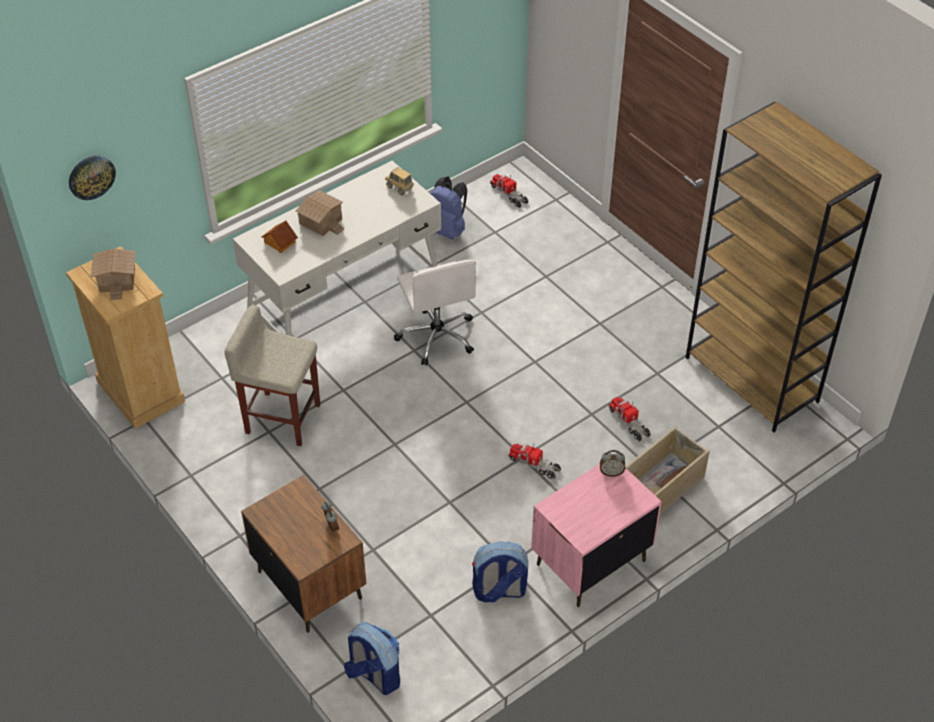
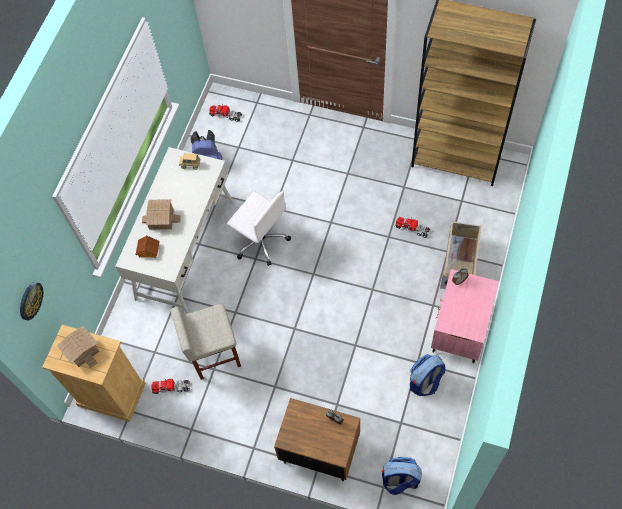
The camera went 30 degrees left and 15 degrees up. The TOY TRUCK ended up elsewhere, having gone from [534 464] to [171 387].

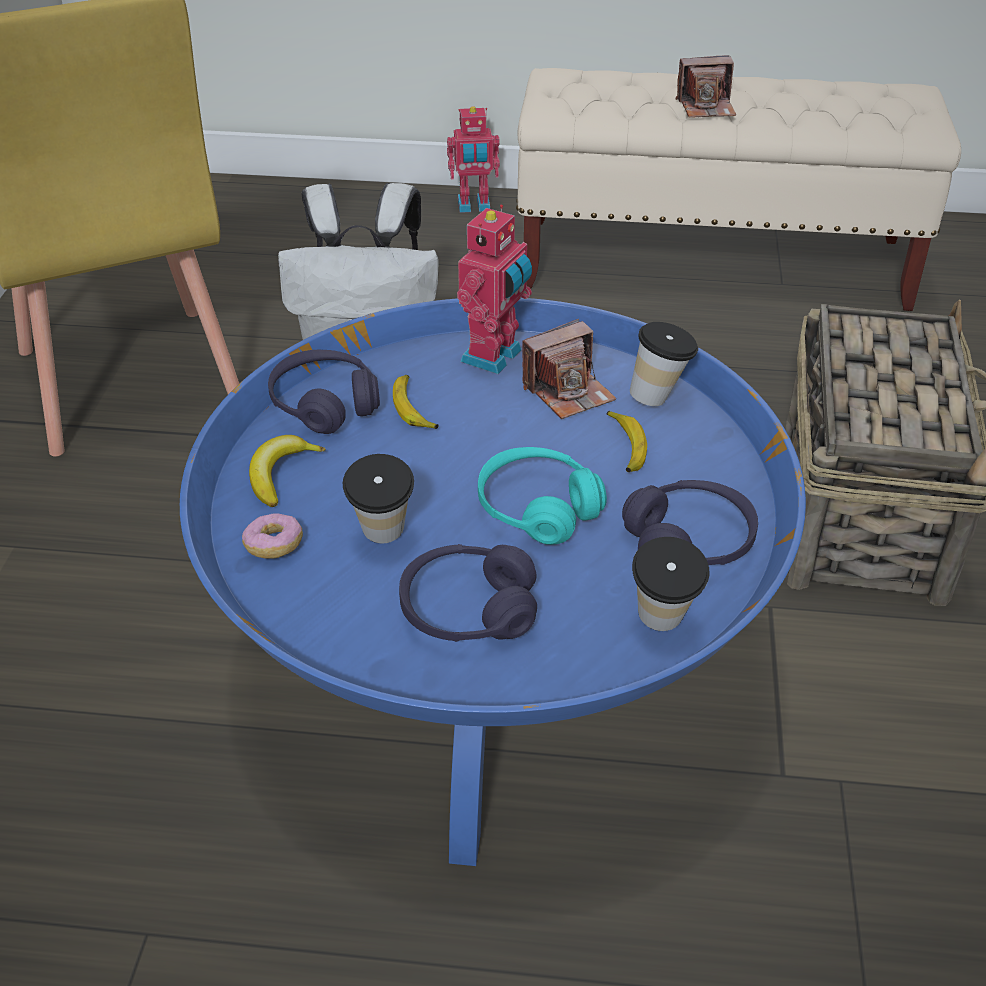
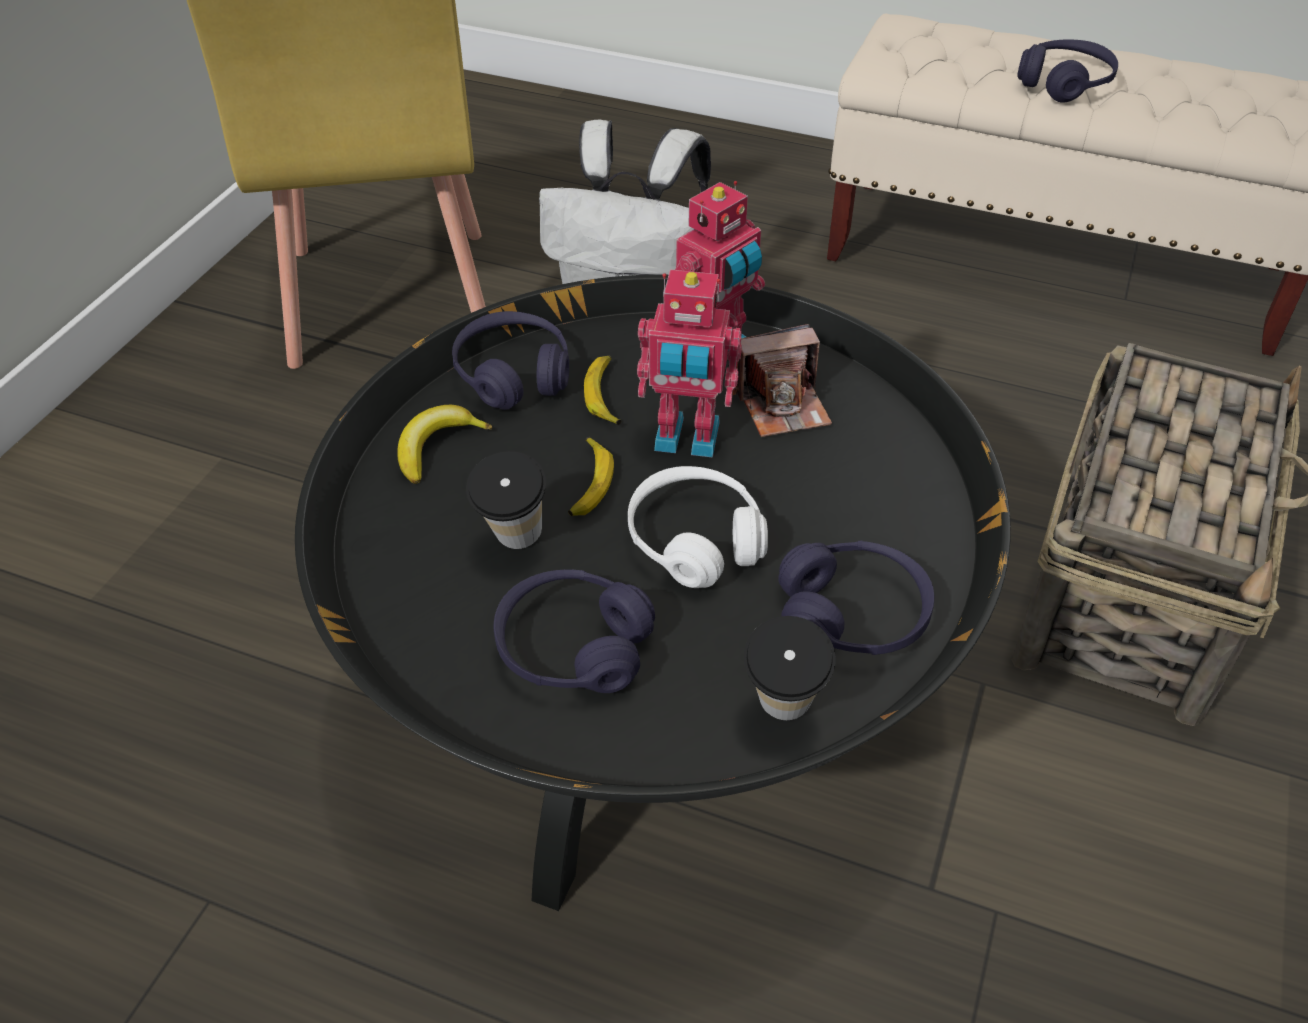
The camera went 15 degrees right and 5 degrees up. The second view lost the DOUGHNUT at [274 546]. The second view lost the CUP at [660 397]. The MODEL ROBOT ended up elsewhere, having gone from [474 206] to [686 440]. The WHOLE BANANA ended up elsewhere, having gone from [625 447] to [589 484]. Where the PHOTO CAMERA stood at [706 107], the PURPLISH HEADSET came to stand at [1064 83]. What was the BLUISH LOW TABLE at [493 660] turned into the BLACK-COLOURED LOW TABLE at [654 680]. What was the TURQUOISE HEADSET at [538 509] turned into the WHITE HEADSET at [695 541].

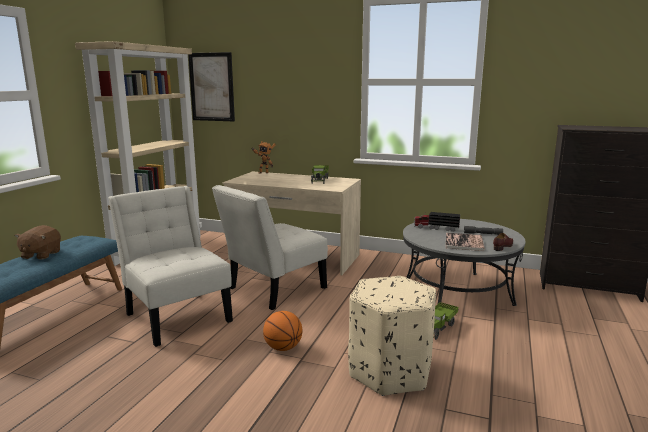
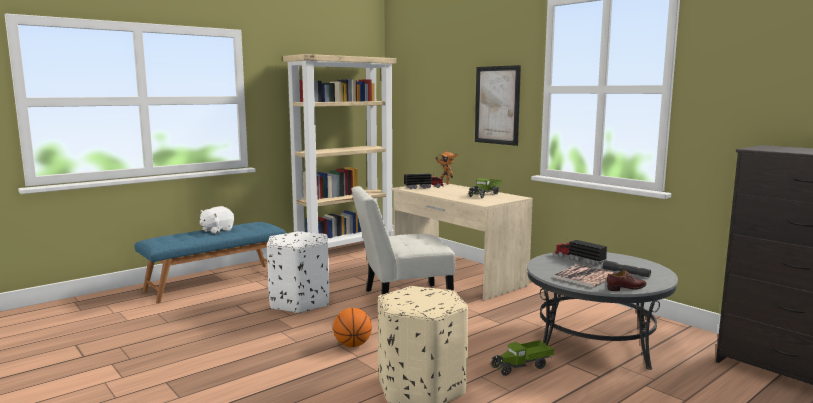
The camera went 30 degrees right and 5 degrees down. The second view gained the TOY TRUCK at [424 187]. The WALL ART ended up elsewhere, having gone from [212 87] to [497 105]. Where the WHITE CHAIR stood at [176 315], the WHITE FOOTREST came to stand at [300 302]. What was the BROWNISH CUDDLY TOY at [40 255] turned into the WHITE CUDDLY TOY at [216 230].

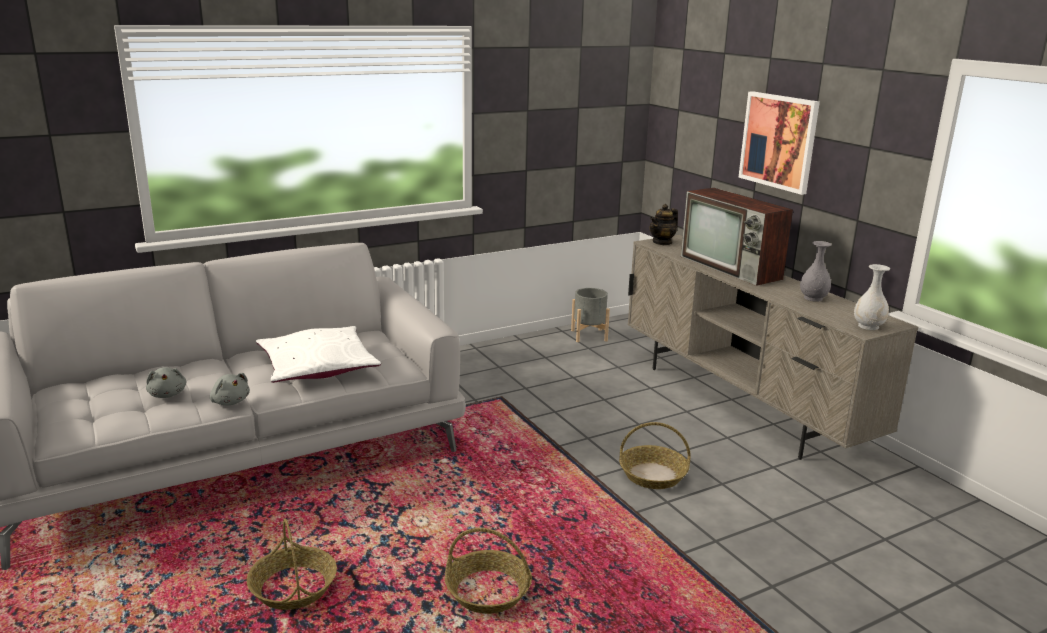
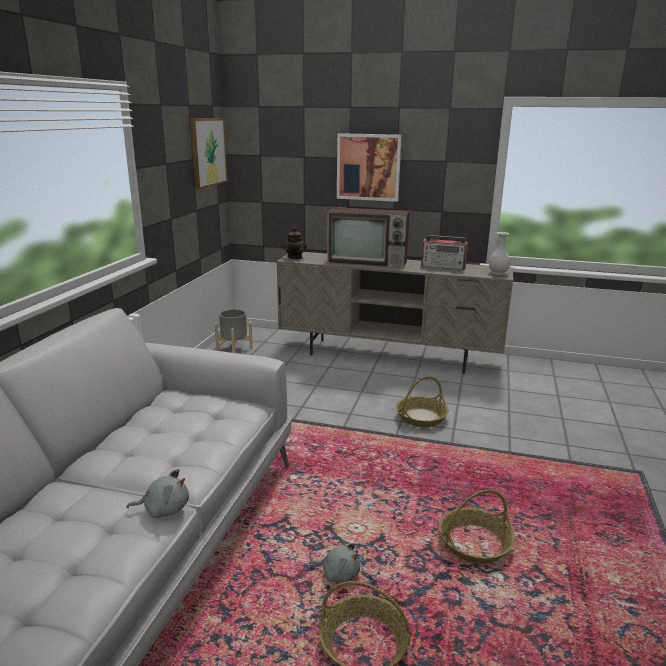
The camera went 45 degrees left and 0 degrees up. The second view lost the WHITE CUSHION at [317 367]. The second view gained the WALL ART at [208 152]. The GREY CUDDLY TOY ended up elsewhere, having gone from [167 394] to [338 573]. Where the GREY VASE stood at [813 298], the RADIO RECEIVER came to stand at [443 266].

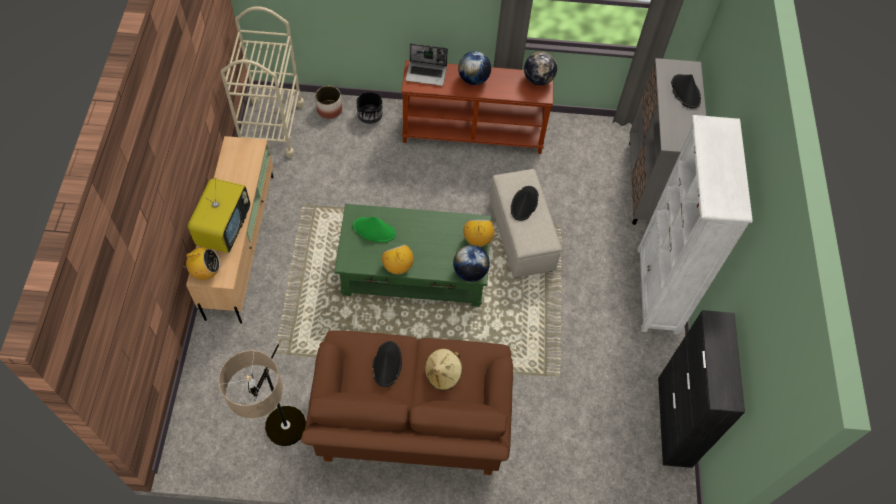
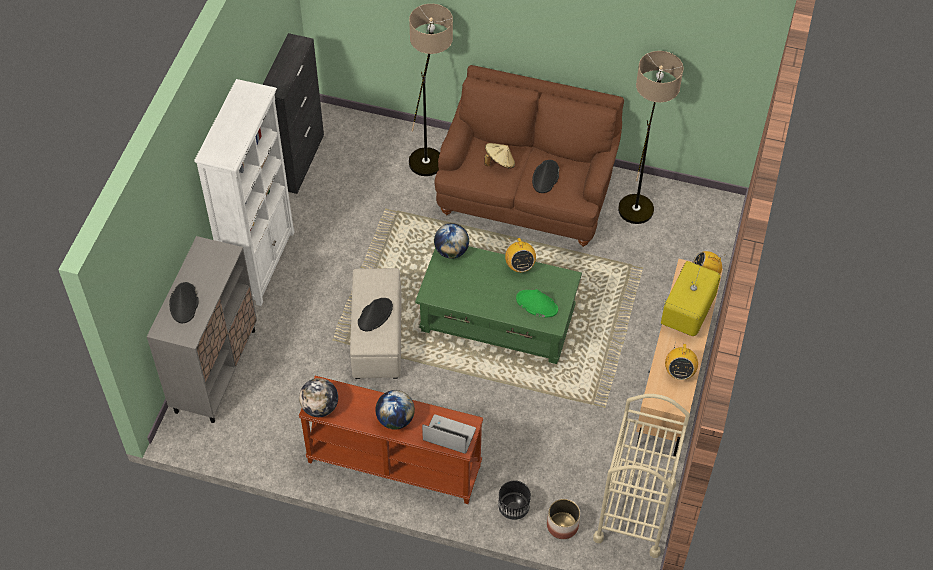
The camera went 165 degrees left and 5 degrees down. The second view gained the STANDARD LAMP at [430 152]. The RADIO RECEIVER ended up elsewhere, having gone from [477 240] to [679 372].

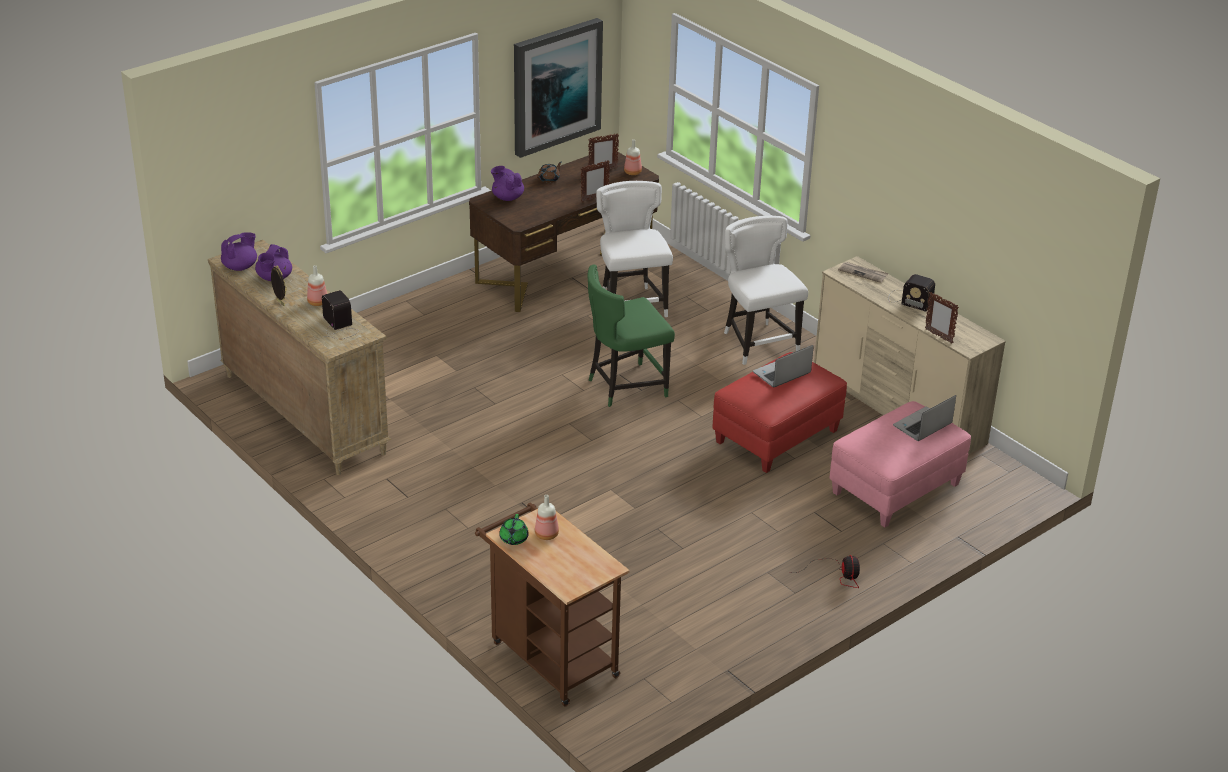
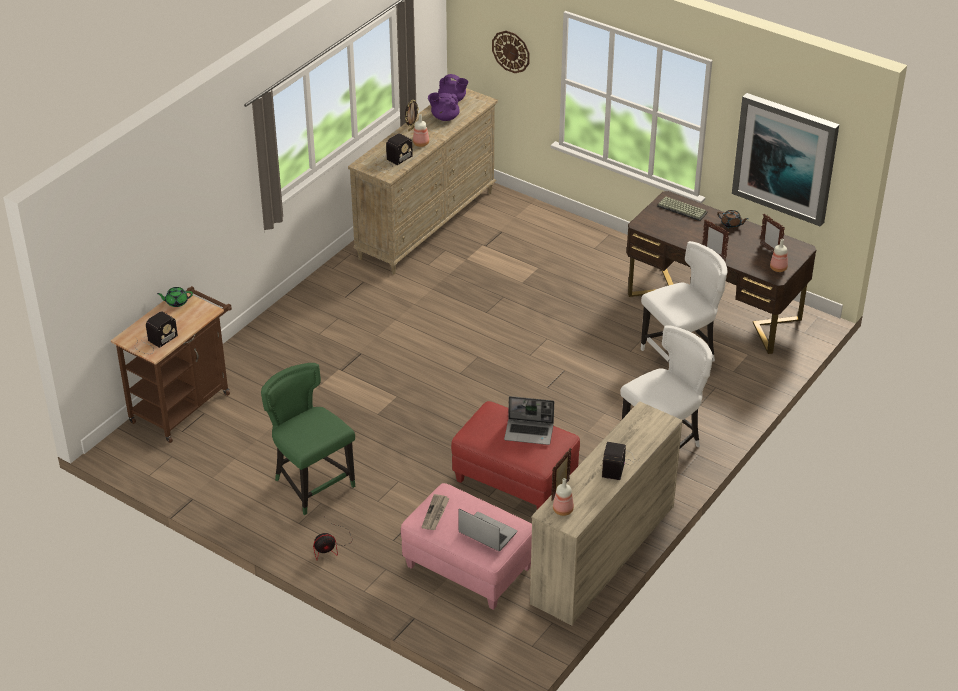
The camera went 75 degrees right and 5 degrees up. The second view gained the RADIO RECEIVER at [154 342]. The second view gained the CLOCK ON THE WALL at [511 51]. The DRINK BOTTLE ended up elsewhere, having gone from [547 534] to [563 510]. The GREENISH CHAIR ended up elsewhere, having gone from [625 386] to [312 484]. The PRINTED PAPER ended up elsewhere, having gone from [863 273] to [435 514]. Where the PURPLISH TEAPOT stood at [507 197], the PC KEYBOARD came to stand at [683 209]. The LAPTOP at [781 374] ended up facing another way, 150 degrees clockwise from before.

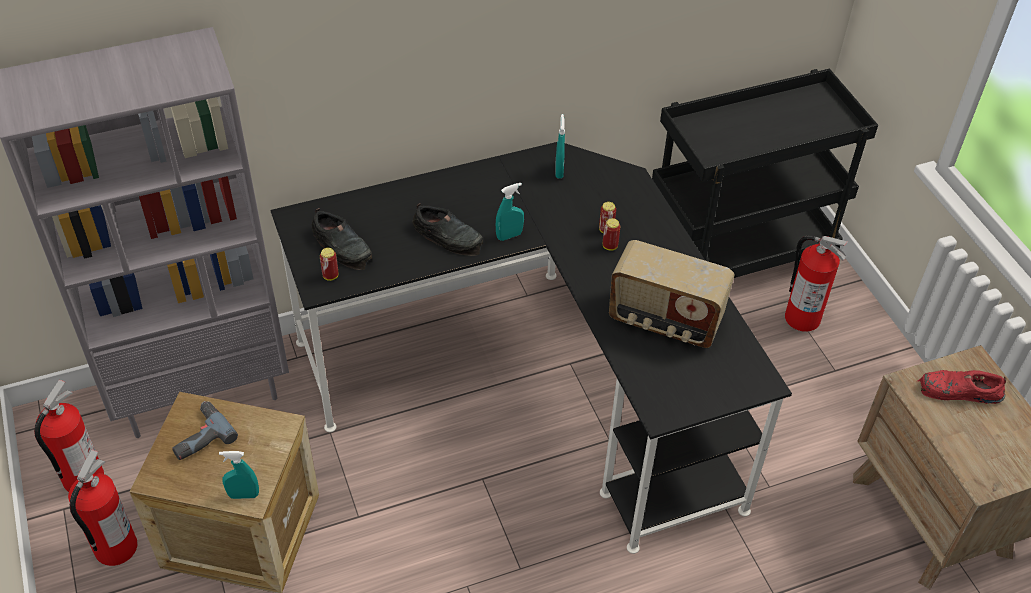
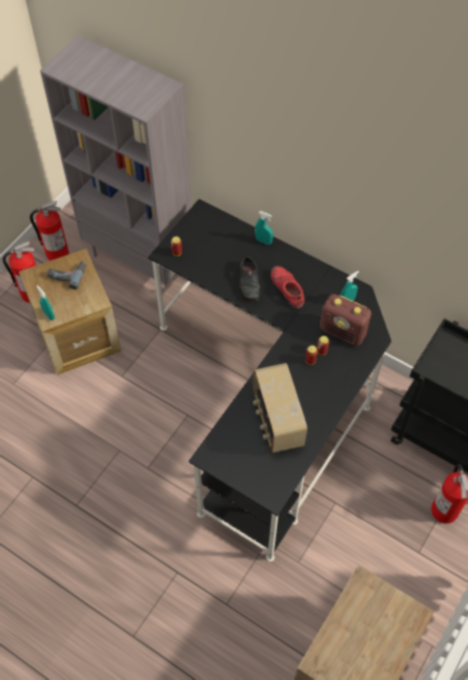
The camera went 55 degrees right and 10 degrees up. The second view lost the BLACK-COLOURED SHOE at [342 246]. The second view gained the RADIO RECEIVER at [343 332]. The TURQUOISE SPRAY BOTTLE ended up elsewhere, having gone from [509 236] to [263 241]. The RED-COLOURED SHOE ended up elsewhere, having gone from [958 391] to [286 288].

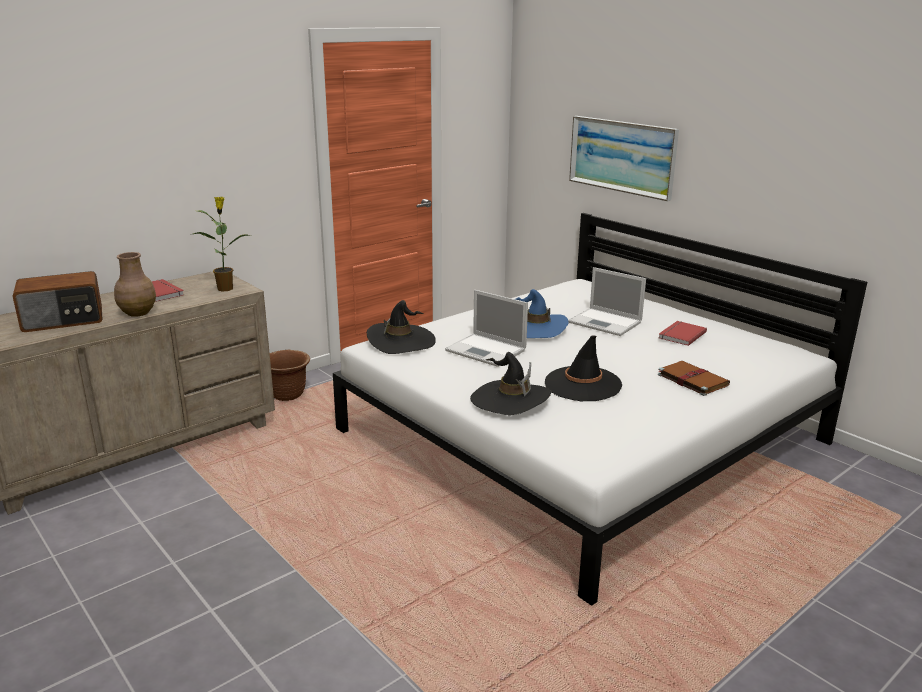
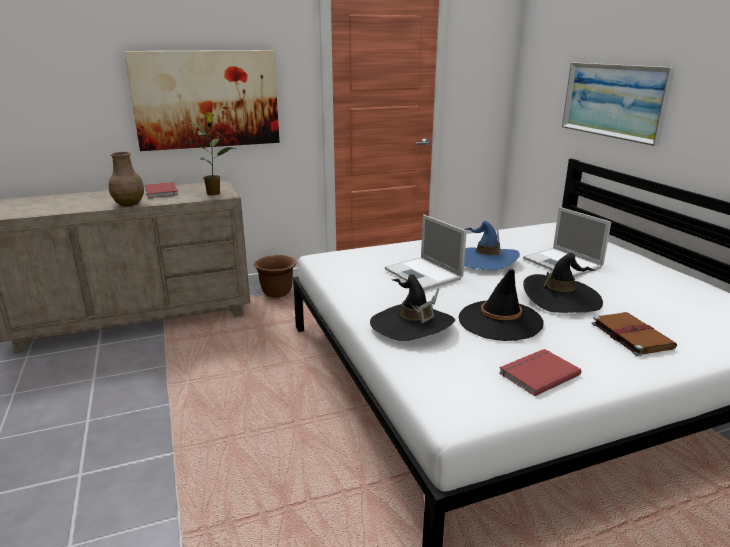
The camera went 20 degrees right and 0 degrees up. The second view lost the RADIO RECEIVER at [63 320]. The second view gained the WALL ART at [207 99]. The BLACK-COLOURED WEARABLE HAT ended up elsewhere, having gone from [401 341] to [561 298]. The RED-COLOURED VOLUME ended up elsewhere, having gone from [680 335] to [537 373].

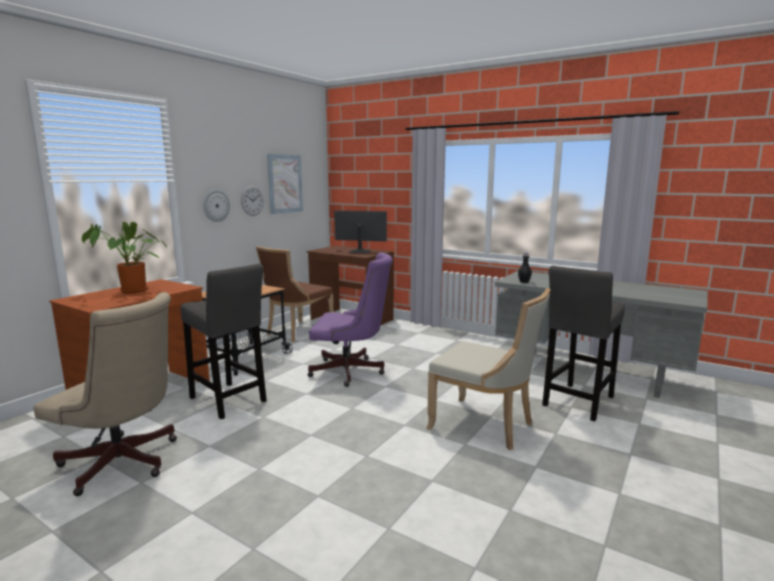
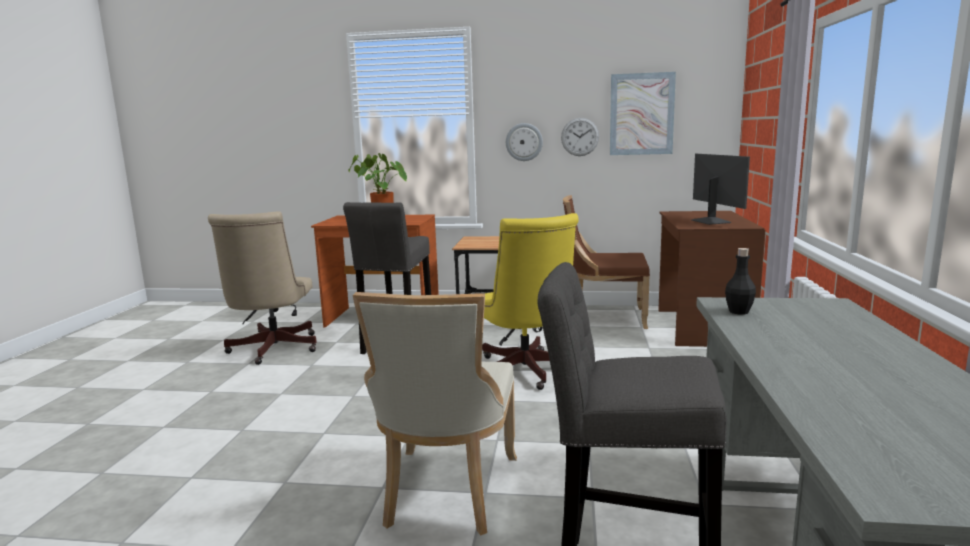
The camera went 65 degrees right and 0 degrees up. What was the PURPLISH DESK CHAIR at [351 372] turned into the YELLOW-COLOURED DESK CHAIR at [526 372].

